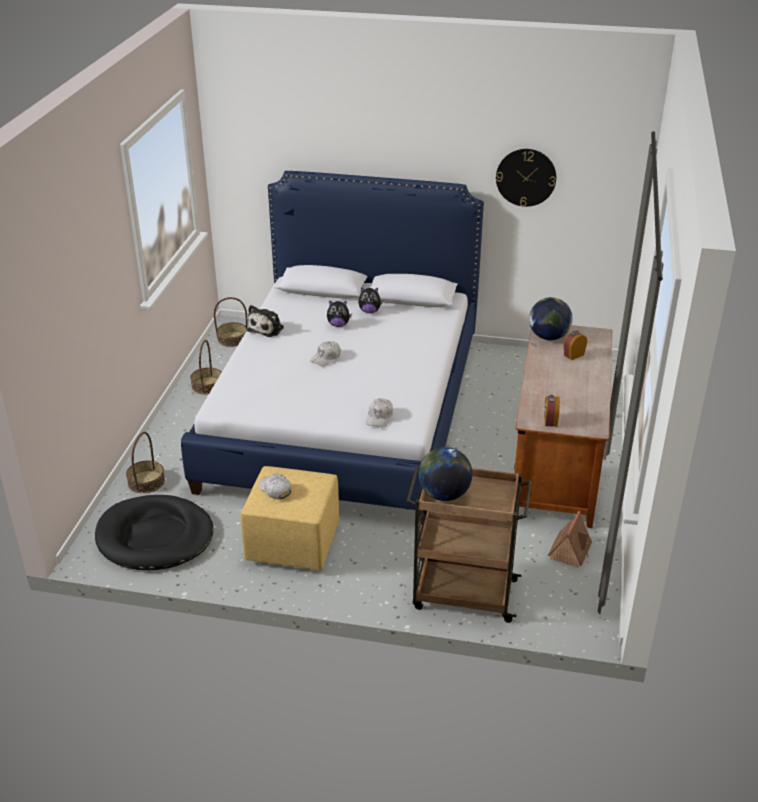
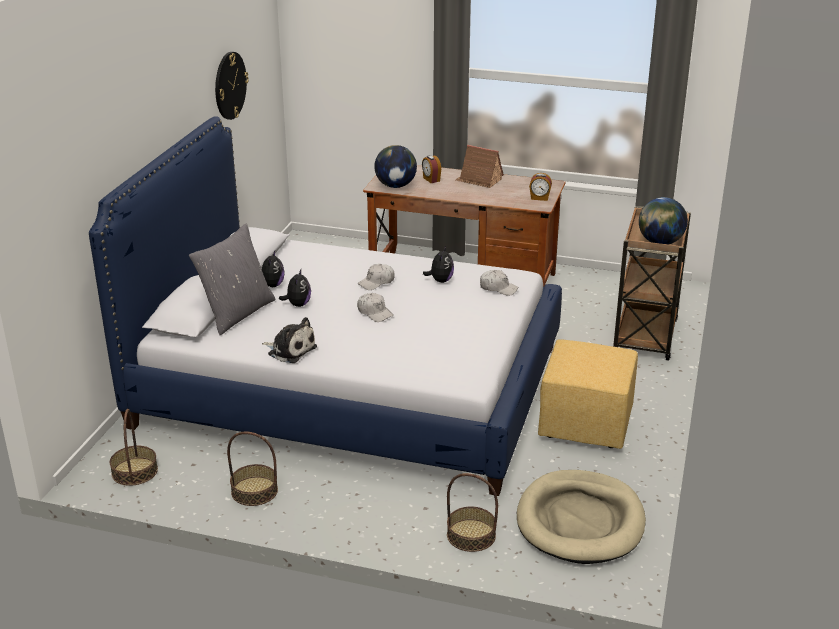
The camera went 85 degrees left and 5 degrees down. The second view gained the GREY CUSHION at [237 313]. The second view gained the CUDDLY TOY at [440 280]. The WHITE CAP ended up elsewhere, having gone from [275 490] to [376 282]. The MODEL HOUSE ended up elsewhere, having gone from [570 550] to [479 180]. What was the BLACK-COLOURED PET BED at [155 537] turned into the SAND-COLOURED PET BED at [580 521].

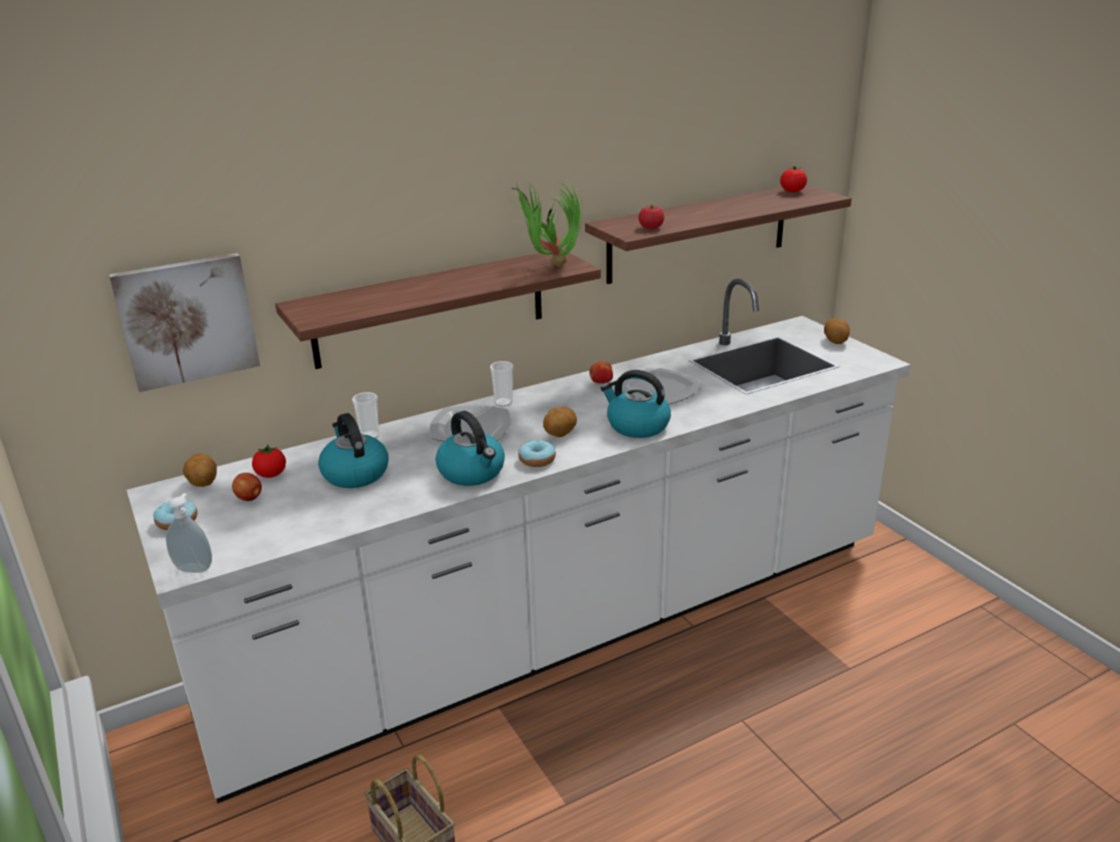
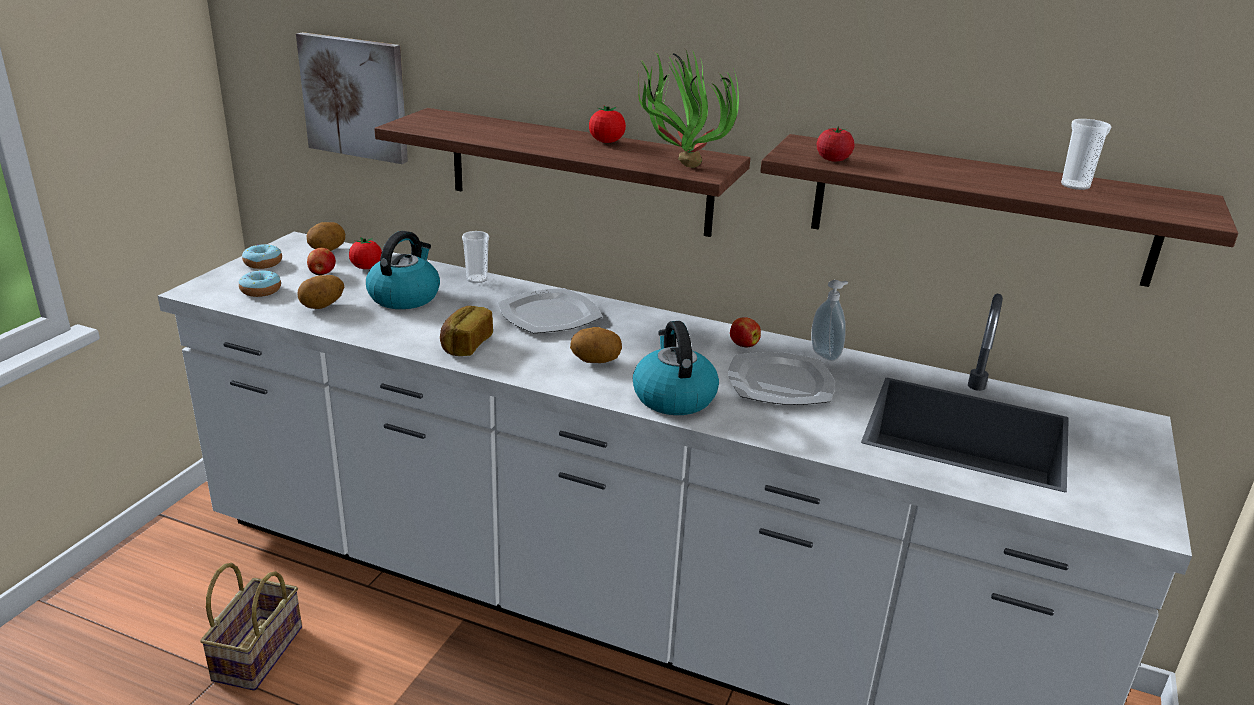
The camera went 50 degrees right and 0 degrees up. The SOAP DISPENSER ended up elsewhere, having gone from [195 567] to [826 355]. The CUP ended up elsewhere, having gone from [503 402] to [1075 185]. The DOUGHNUT ended up elsewhere, having gone from [537 460] to [261 291]. The FRESH TOMATO ended up elsewhere, having gone from [792 191] to [606 142]. The SPUD ended up elsewhere, having gone from [835 342] to [322 306]. Where the TEA KETTLE stood at [472 472], the BAKERY BREAD came to stand at [465 345].

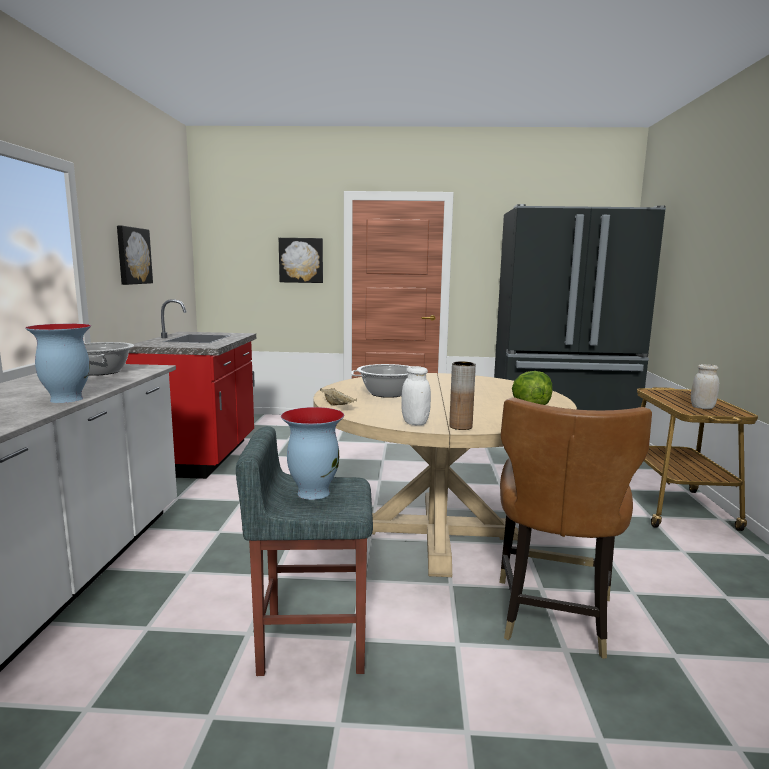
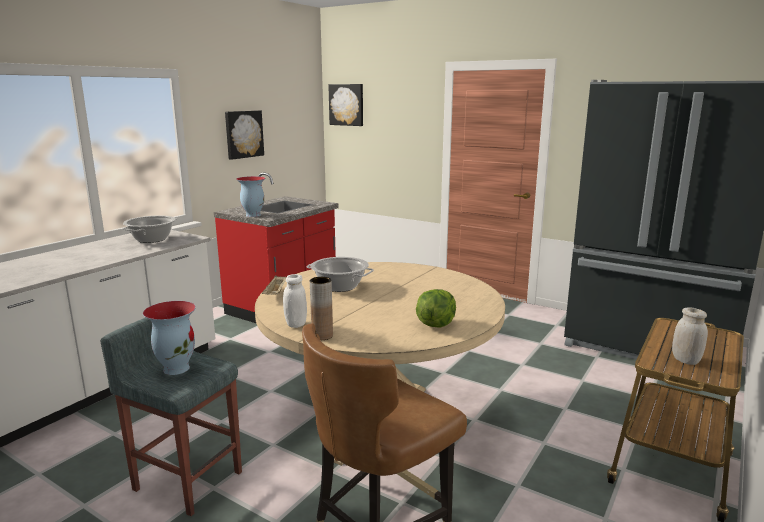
The camera went 30 degrees right and 5 degrees up. The VASE ended up elsewhere, having gone from [65 399] to [252 215]. The WALL ART ended up elsewhere, having gone from [301 260] to [347 105].

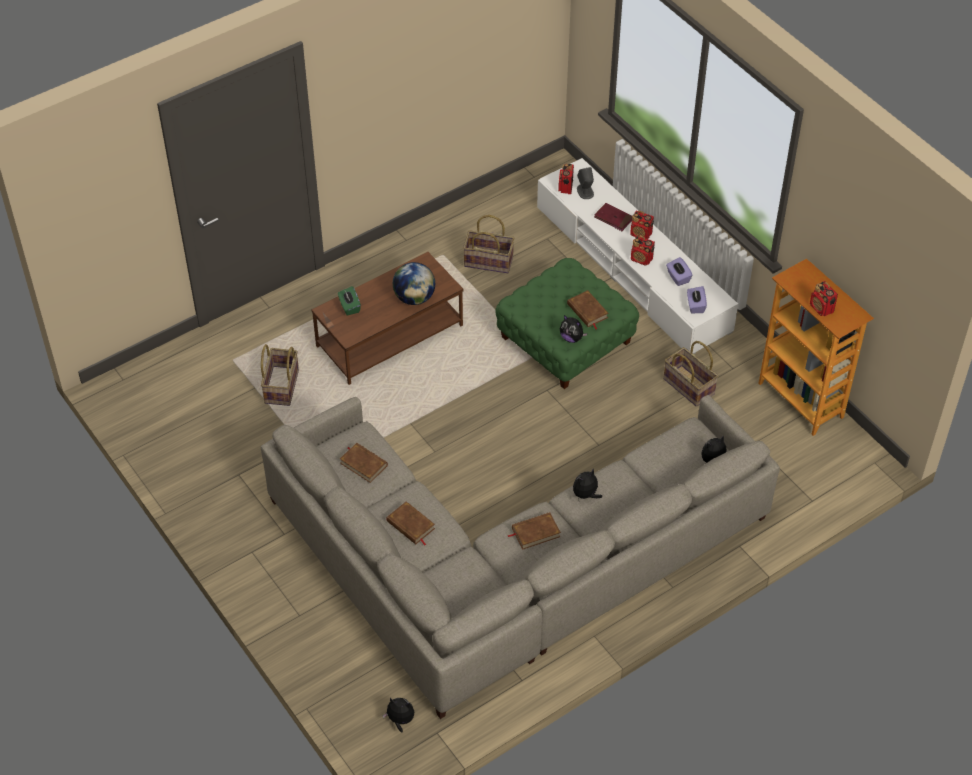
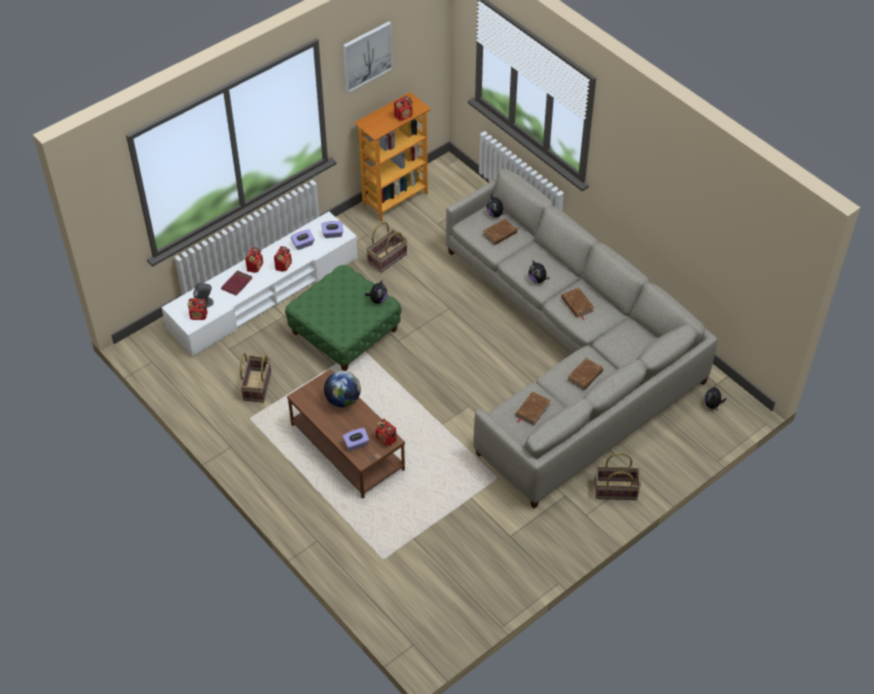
The camera went 95 degrees left and 0 degrees up. The second view gained the WALL ART at [367 56]. The second view gained the RADIO RECEIVER at [386 439]. The STORAGE BASKET ended up elsewhere, having gone from [281 386] to [615 491]. The BROWNISH VOLUME ended up elsewhere, having gone from [587 311] to [500 234]. What was the GREENISH TISSUE BOX at [349 307] turned into the PURPLISH TISSUE BOX at [356 444].

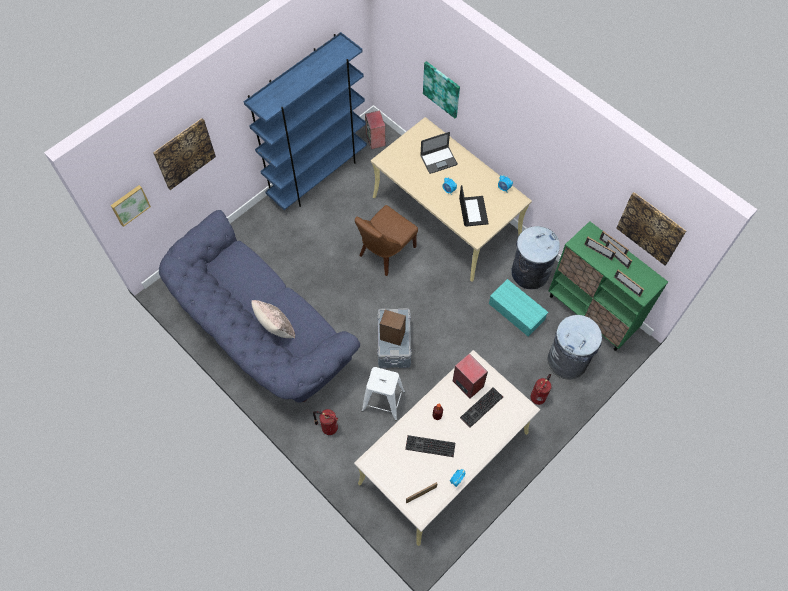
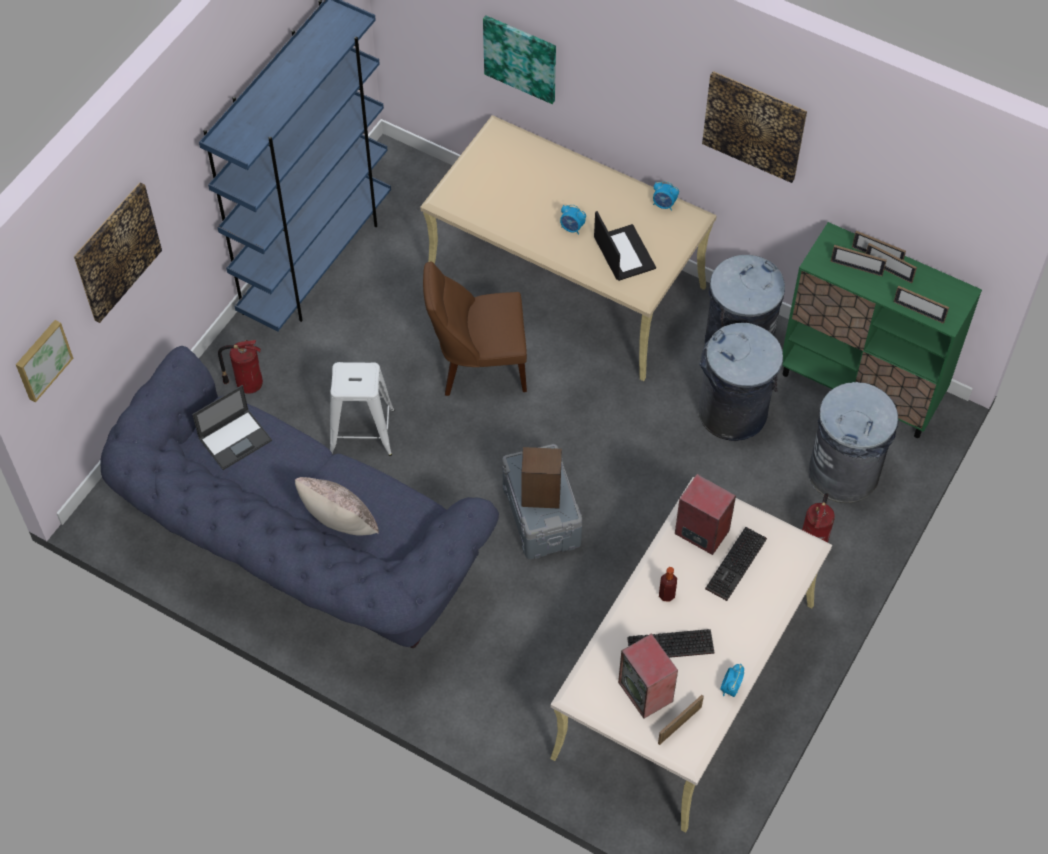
The camera went 15 degrees left and 5 degrees down. The FIRE EXTINGUISHER ended up elsewhere, having gone from [328 427] to [247 384]. The WHITE STOOL ended up elsewhere, having gone from [383 401] to [362 432]. The AUDIO SPEAKER ended up elsewhere, having gone from [376 140] to [646 692]. The LAPTOP ended up elsewhere, having gone from [439 160] to [235 439]. The WALL ART ended up elsewhere, having gone from [650 228] to [754 125]. Where the TURQUOISE STORAGE BOX stood at [515 311], the GREY WASTE BIN came to stand at [733 413]. The BROWNISH CHAIR at [385 252] ended up facing another way, 60 degrees clockwise from before.

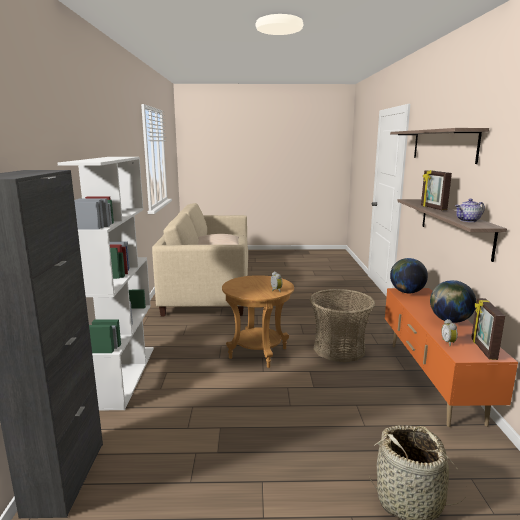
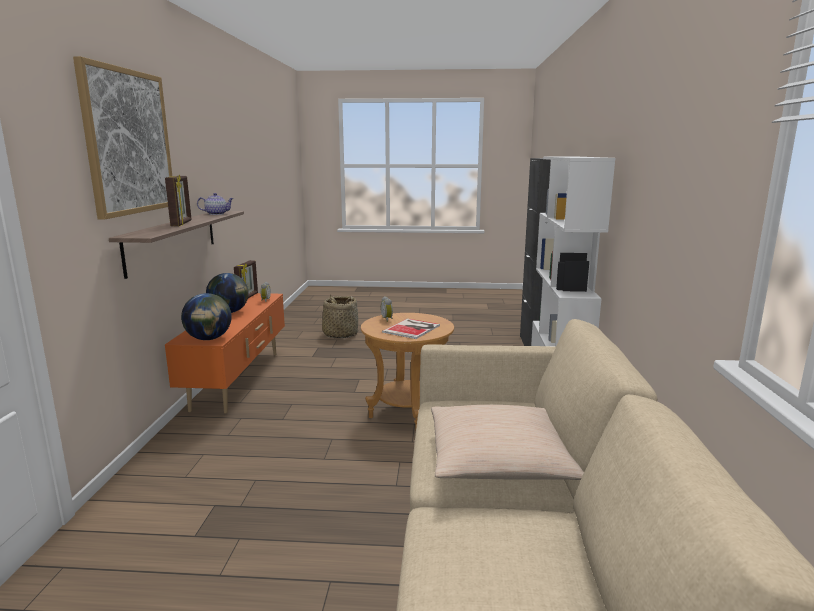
The camera went 175 degrees left and 0 degrees up. The second view lost the STORAGE BASKET at [339 349]. The second view gained the VOLUME at [413 328]. Where the WALL SHELF hung at [442 145], the WALL ART came to hang at [128 142].

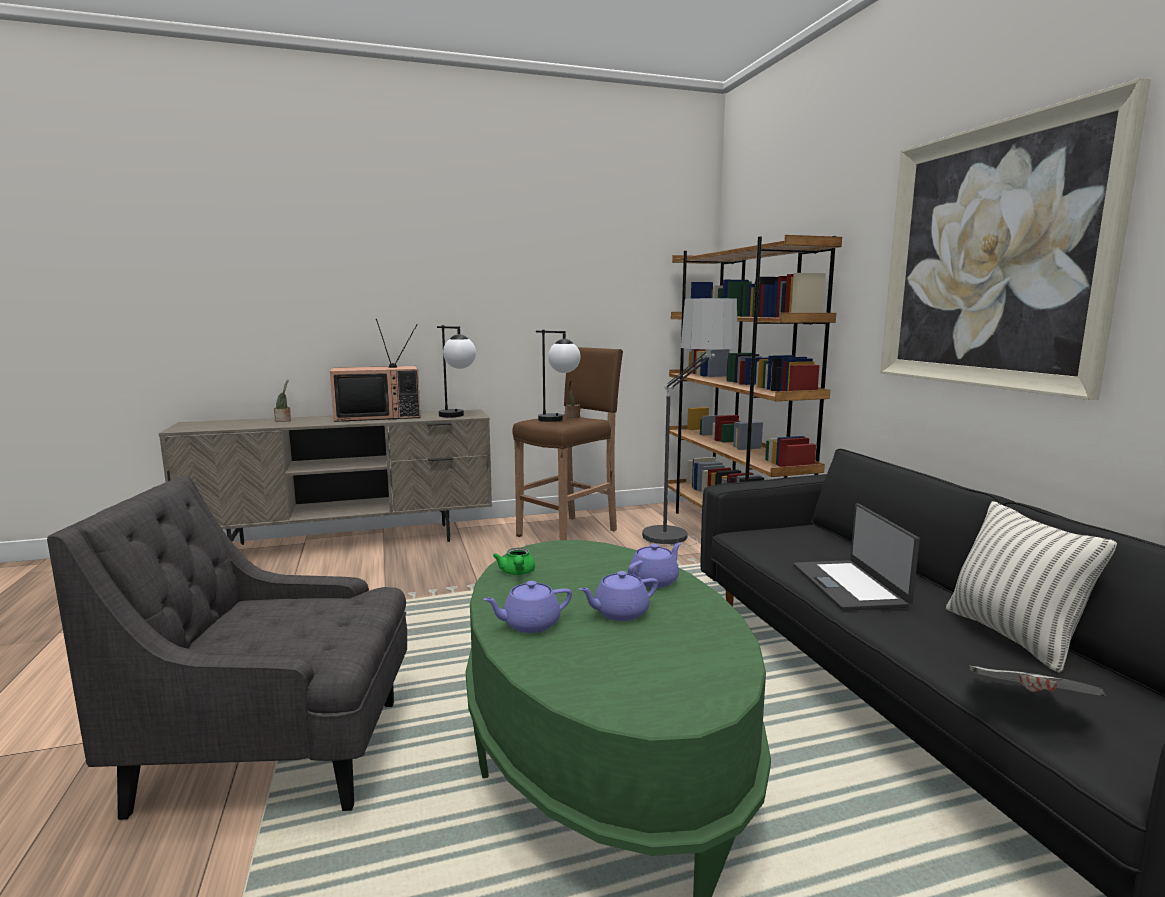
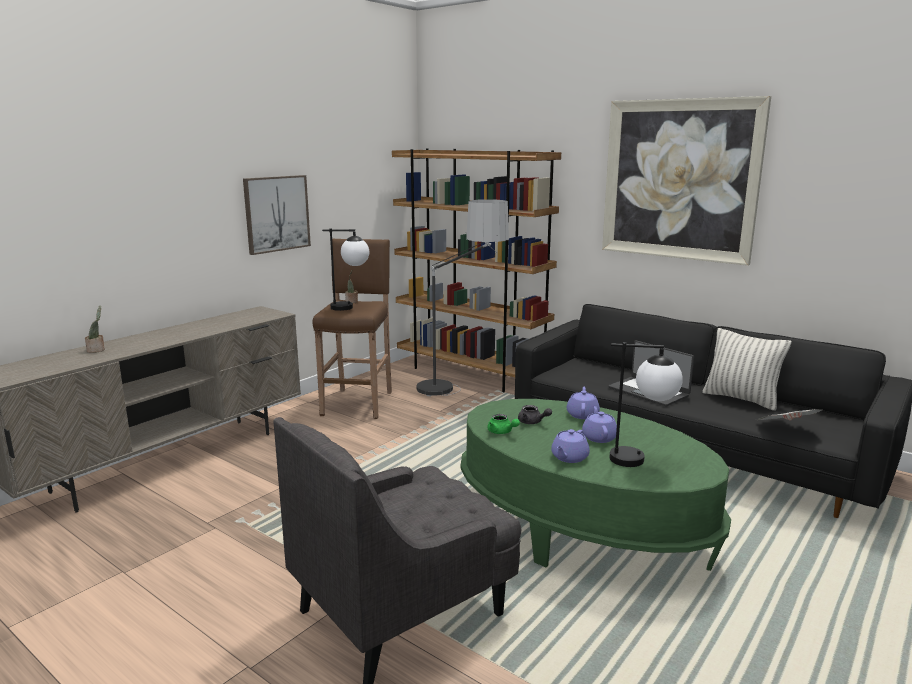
The camera went 35 degrees left and 5 degrees up. The second view lost the TV at [379 416]. The second view gained the WALL ART at [276 213]. The second view gained the GREY TEAPOT at [532 422]. The LAMP FOR A TABLE ended up elsewhere, having gone from [457 416] to [641 460]. The PURPLISH TEAPOT at [619 613] ended up facing another way, 150 degrees clockwise from before.

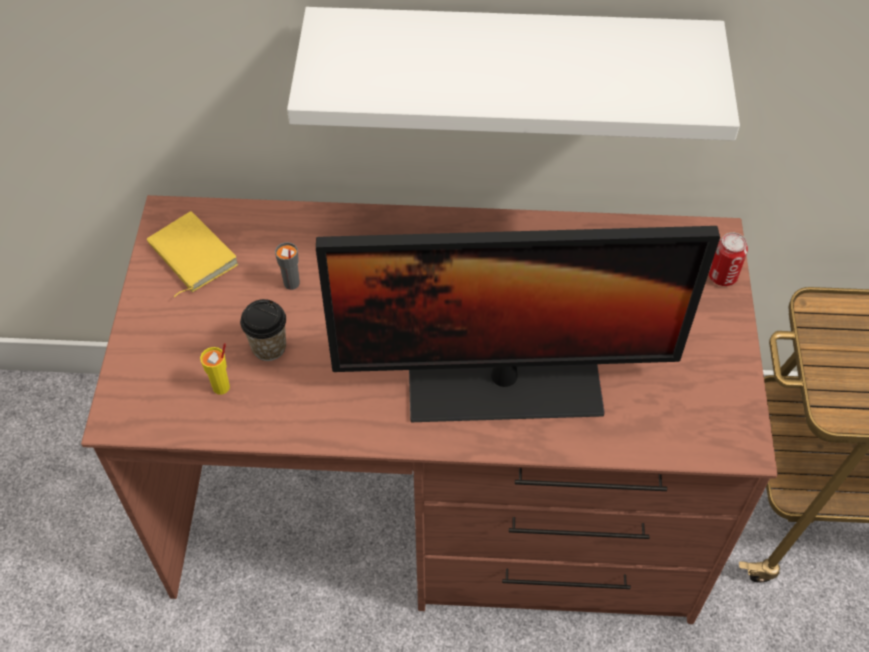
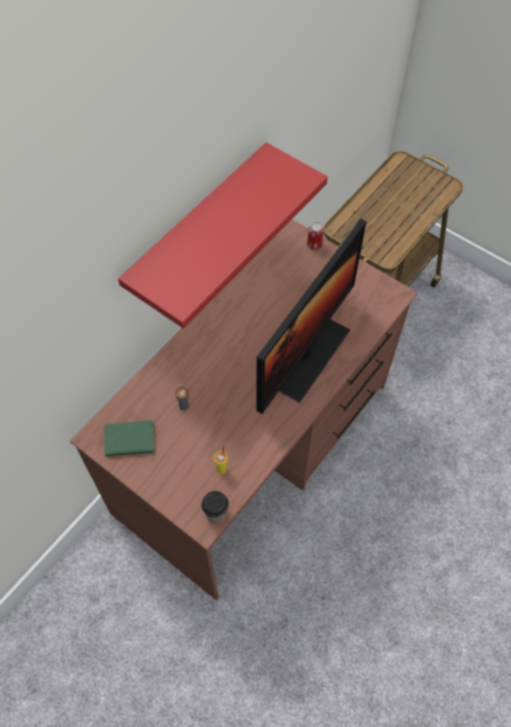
The camera went 55 degrees left and 5 degrees up. The CUP ended up elsewhere, having gone from [269 347] to [216 513]. What was the YELLOW-COLOURED VOLUME at [190 256] turned into the GREENISH VOLUME at [129 441]. What was the WHITE WALL SHELF at [510 60] turned into the RED-COLOURED WALL SHELF at [198 228].

